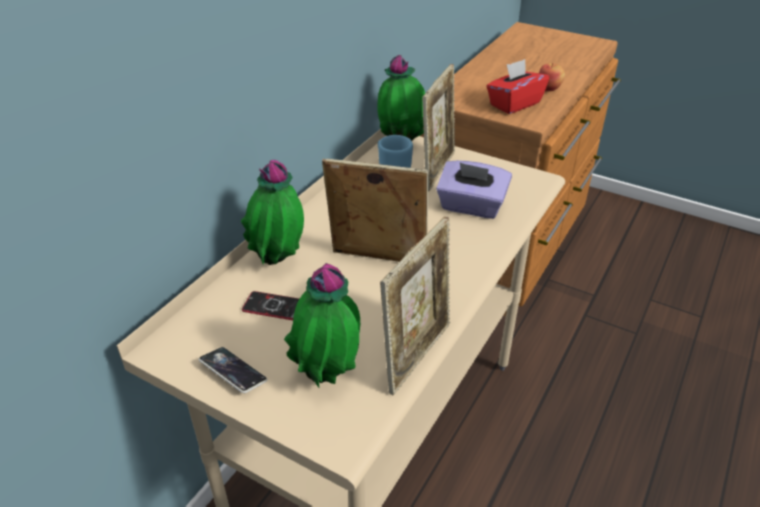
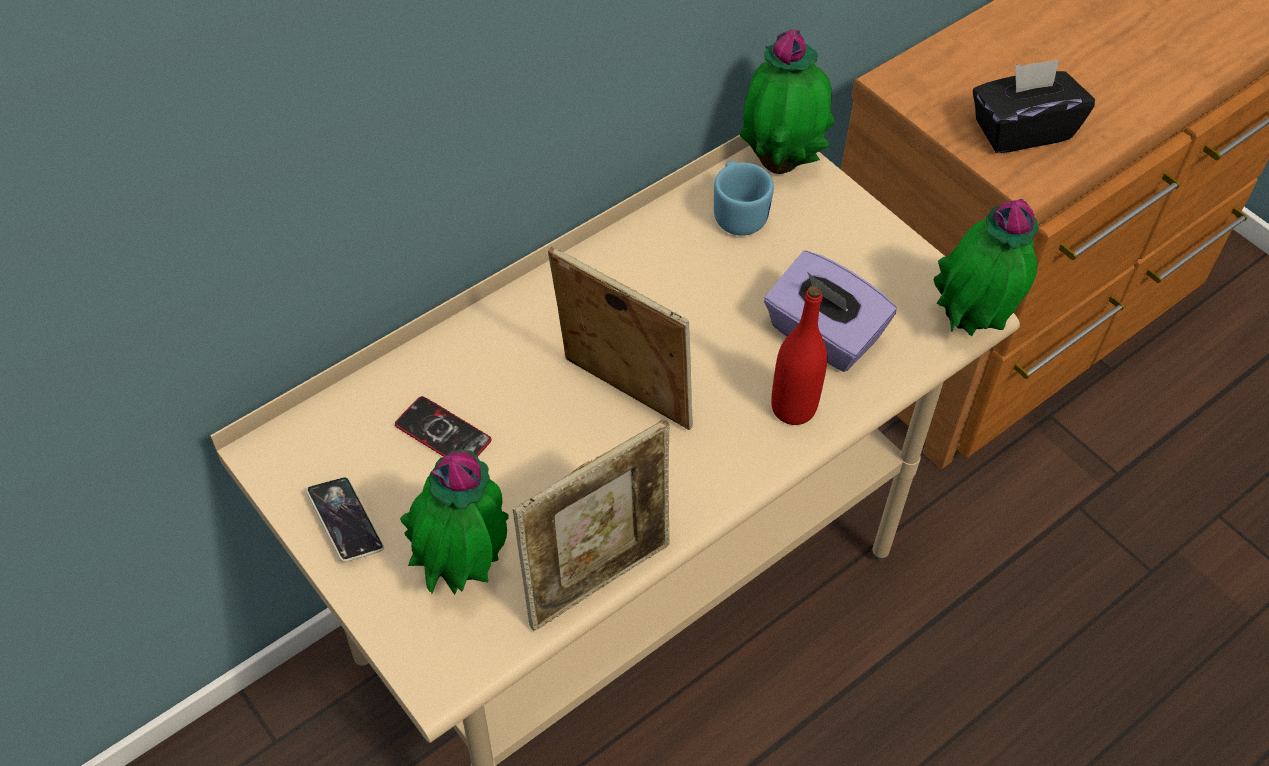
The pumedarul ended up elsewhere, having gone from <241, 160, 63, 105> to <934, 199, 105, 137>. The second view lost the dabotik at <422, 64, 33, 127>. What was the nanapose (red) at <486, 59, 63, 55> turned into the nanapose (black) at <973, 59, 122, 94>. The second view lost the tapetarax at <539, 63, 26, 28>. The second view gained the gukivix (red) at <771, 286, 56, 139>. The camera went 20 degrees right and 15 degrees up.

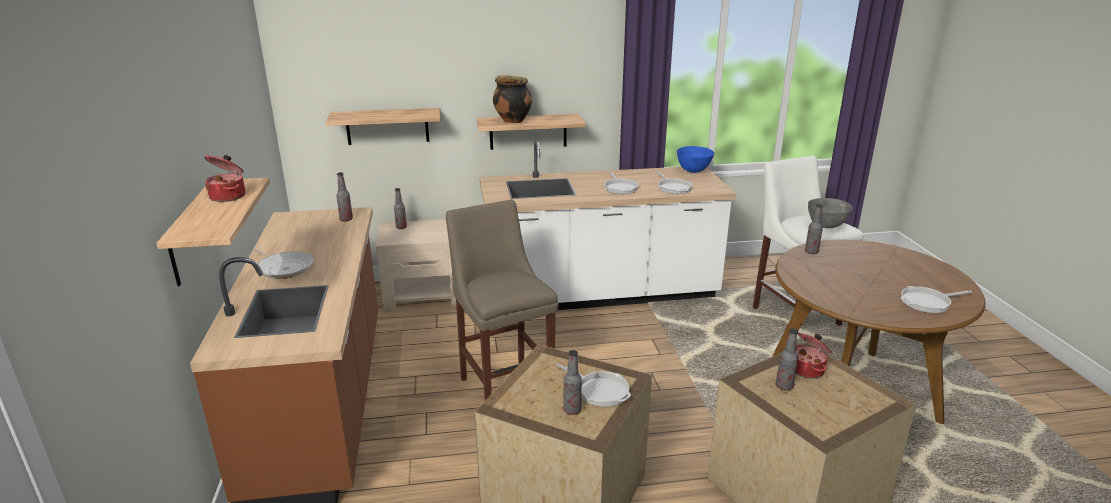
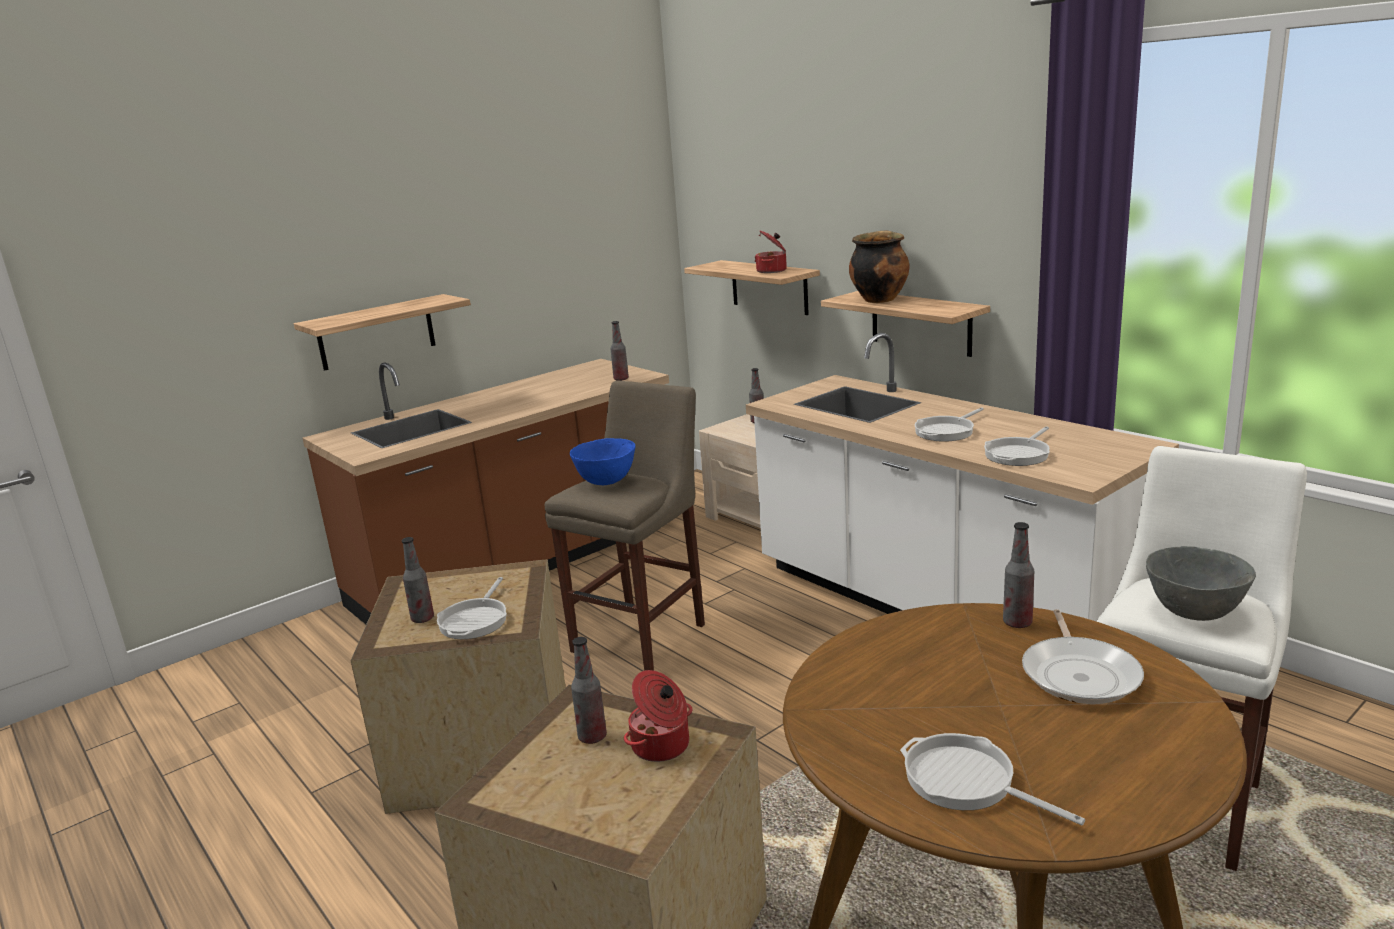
The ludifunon ended up elsewhere, having gone from <204, 155, 41, 47> to <754, 231, 33, 42>. The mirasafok ended up elsewhere, having gone from <254, 249, 60, 30> to <1022, 609, 122, 95>. The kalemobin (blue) ended up elsewhere, having gone from <677, 146, 37, 27> to <570, 438, 66, 47>. The camera went 60 degrees right and 5 degrees down.

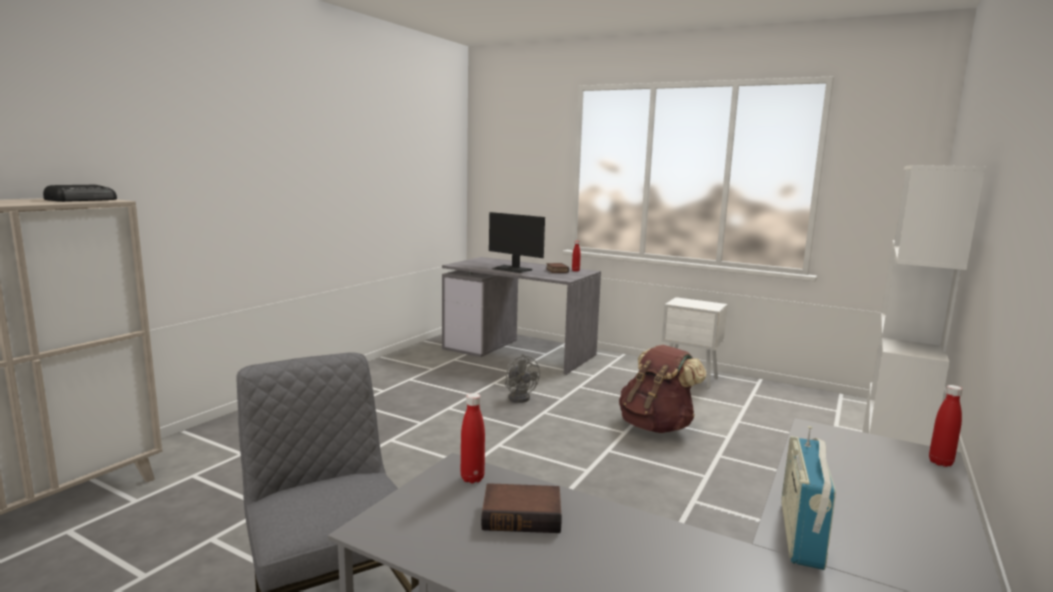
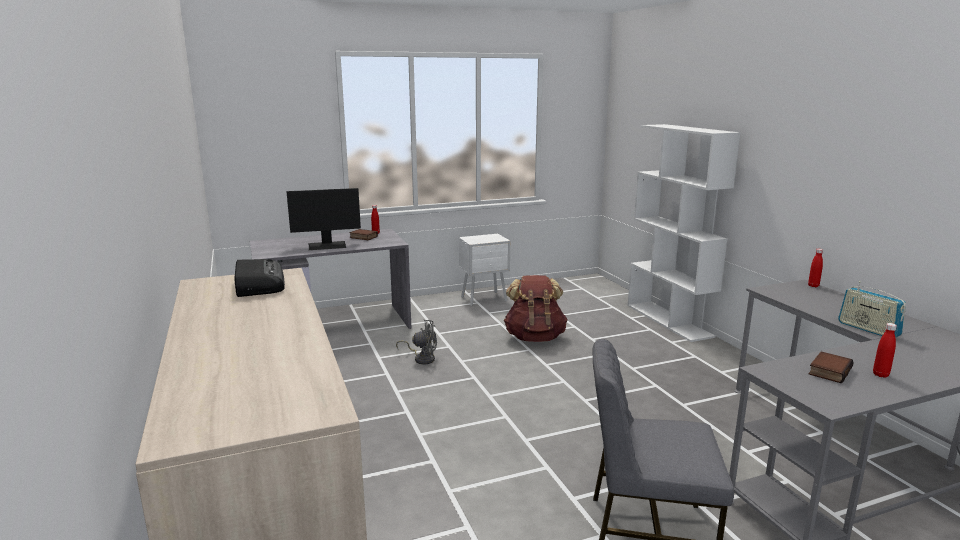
The gukivix (red) ended up elsewhere, having gone from <461, 393, 24, 90> to <873, 323, 24, 55>. The camera went 50 degrees left and 5 degrees up.

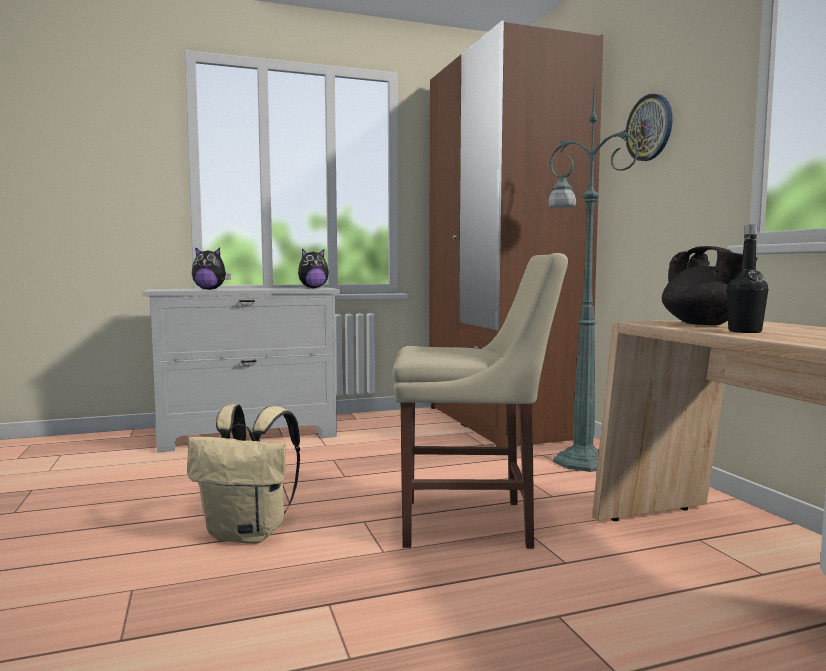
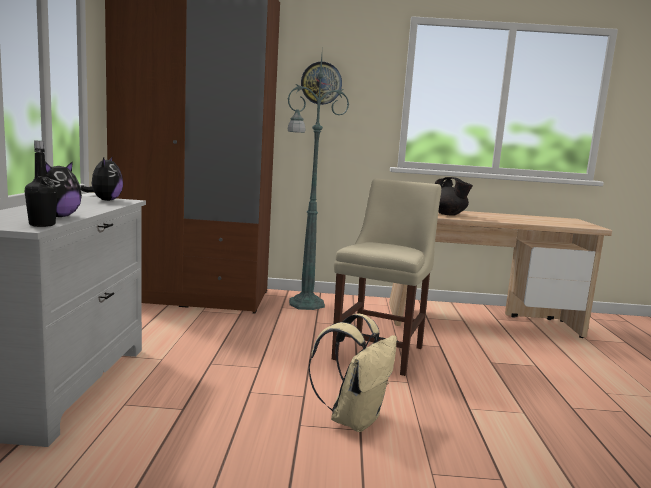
The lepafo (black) at <662, 246, 96, 79> ended up facing another way, 60 degrees clockwise from before. The gukivix (black) ended up elsewhere, having gone from <727, 225, 41, 108> to <24, 141, 33, 86>. The camera went 70 degrees left and 5 degrees up.

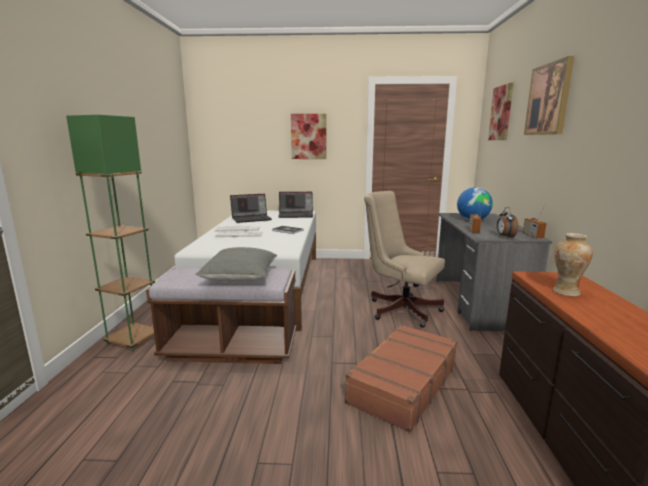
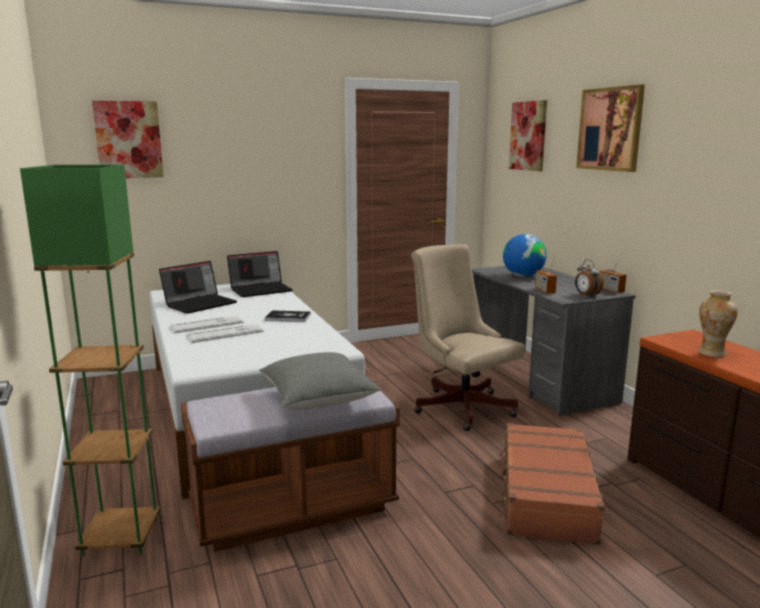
The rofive ended up elsewhere, having gone from <291, 114, 35, 45> to <92, 100, 72, 78>. The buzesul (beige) at <364, 191, 81, 137> ended up facing another way, 45 degrees clockwise from before. The camera went 25 degrees left and 0 degrees up.

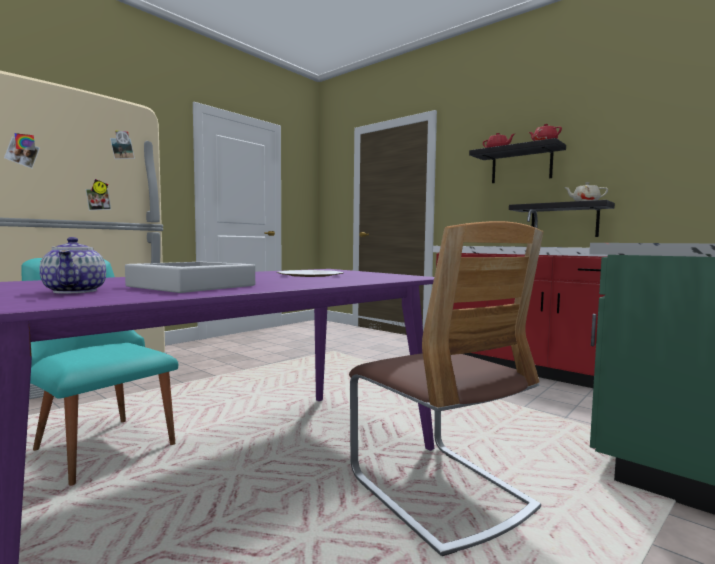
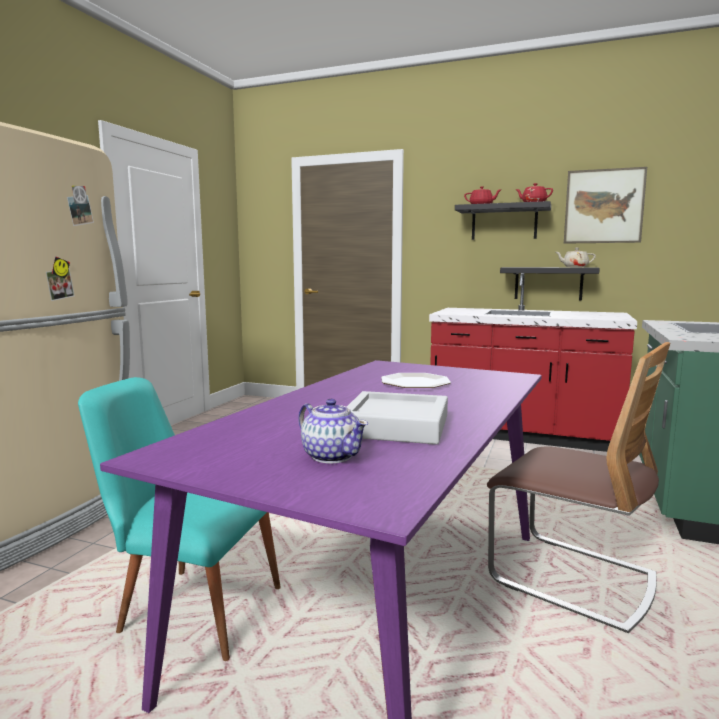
The second view gained the rofive at <564, 167, 83, 77>. The camera went 20 degrees left and 5 degrees up.

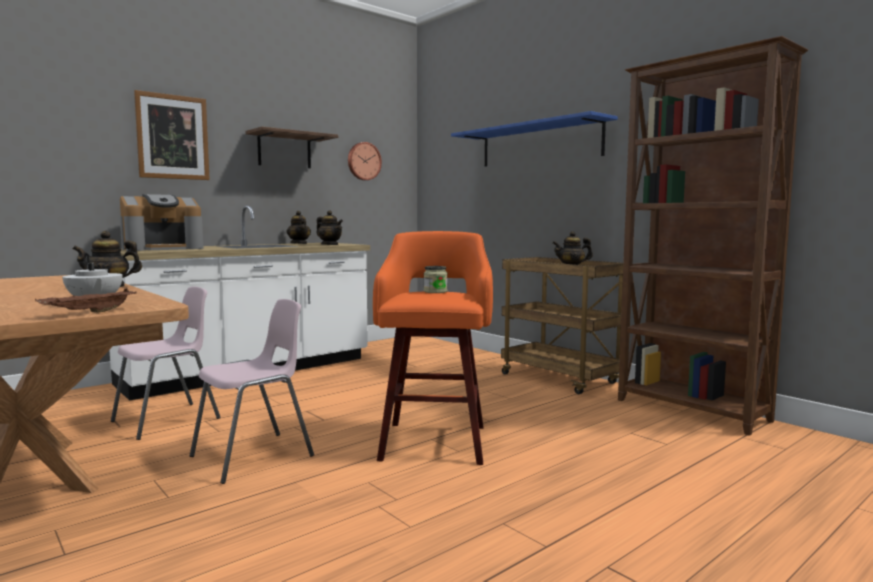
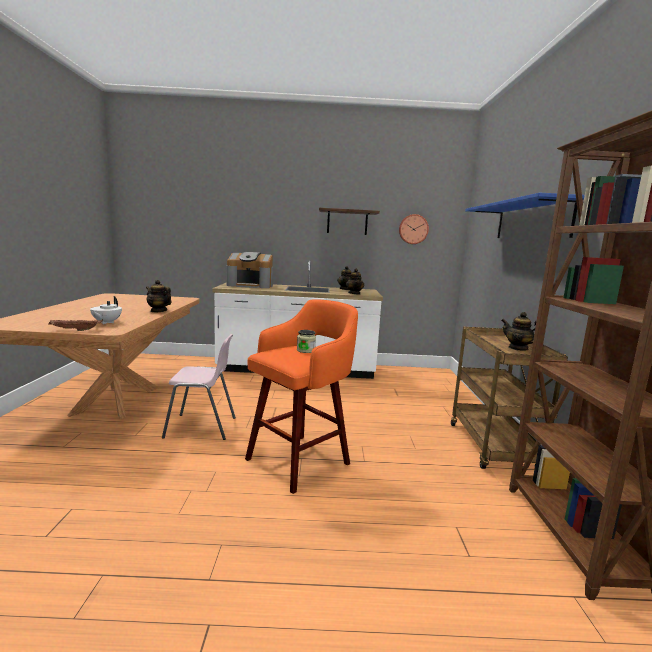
The second view lost the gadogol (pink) at <111, 287, 109, 153>. The second view lost the rofive at <134, 90, 76, 90>. The camera went 40 degrees right and 5 degrees up.

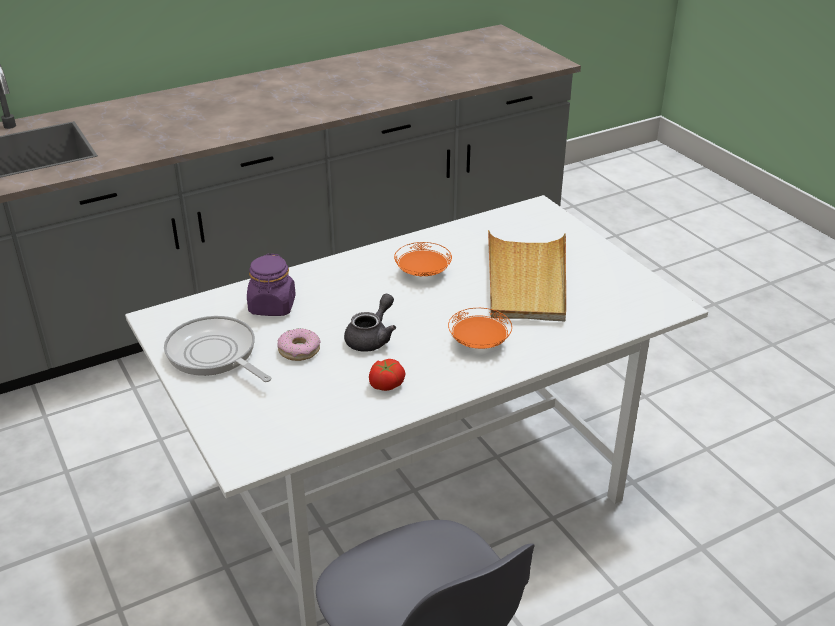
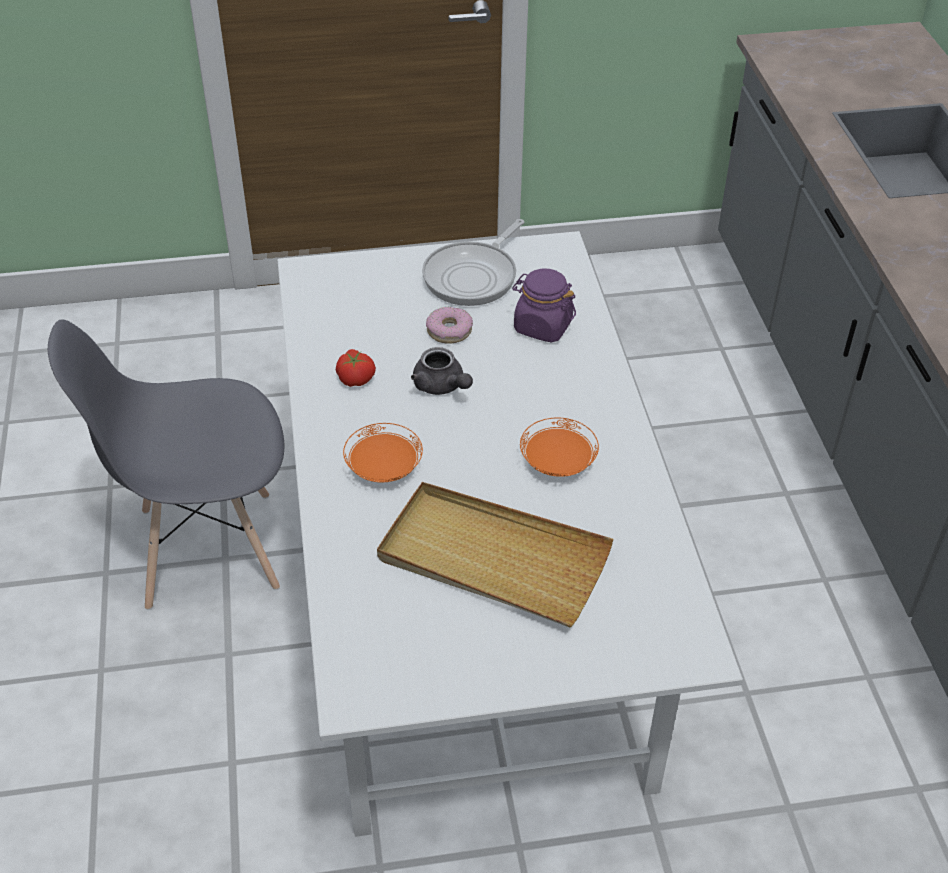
The mirasafok at <164, 316, 108, 66> ended up facing another way, 150 degrees clockwise from before. The camera went 110 degrees right and 10 degrees up.

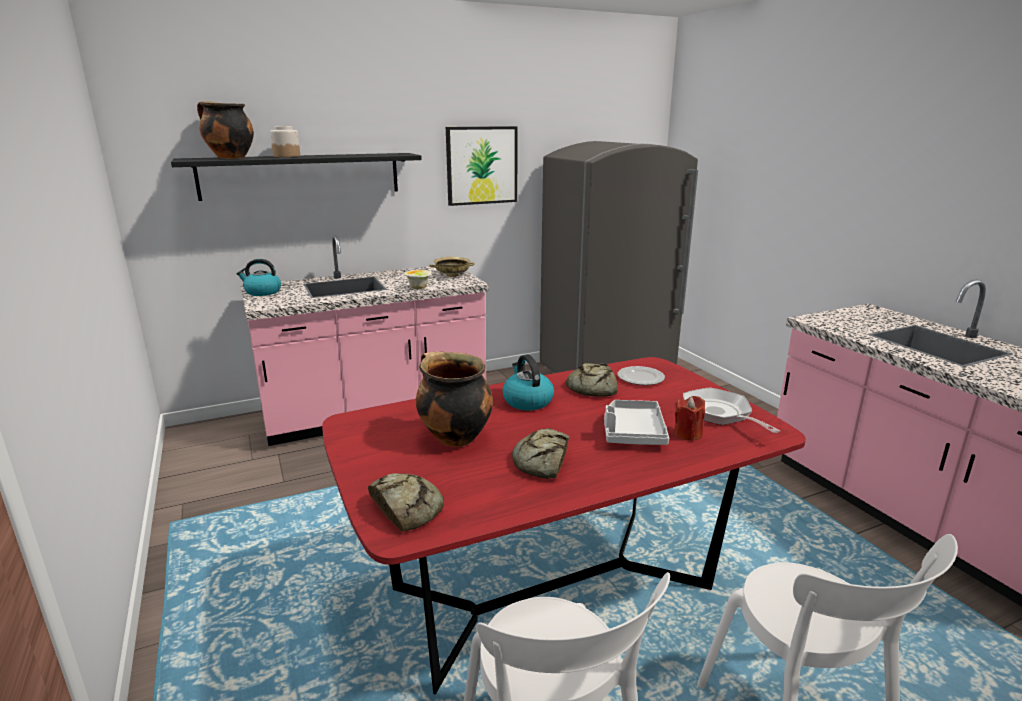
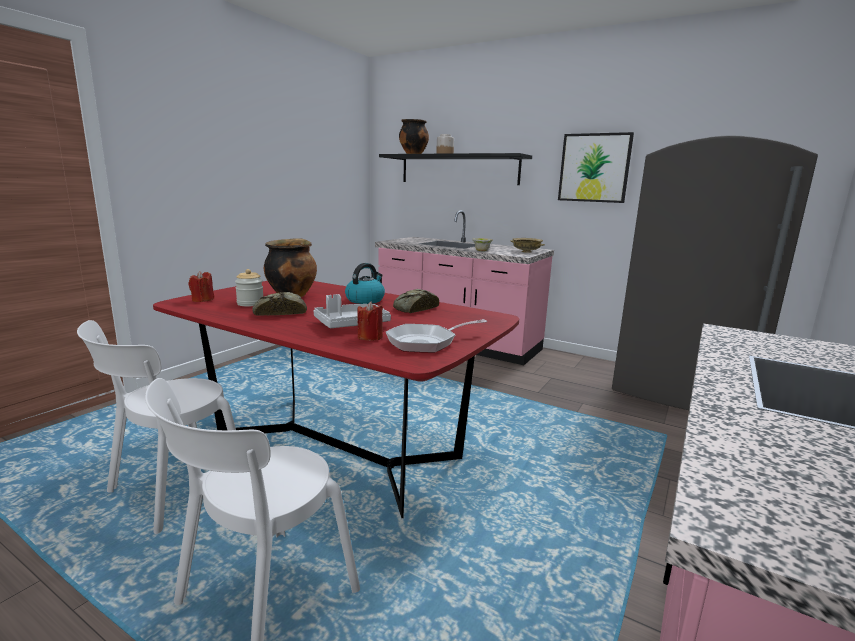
The second view lost the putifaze at <236, 259, 45, 37>. Where the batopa stood at <368, 473, 76, 59>, the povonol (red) came to stand at <189, 271, 25, 31>. The second view lost the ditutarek at <617, 366, 48, 19>. The mirasafok at <683, 387, 97, 46> ended up facing another way, 150 degrees counterclockwise from before. The second view gained the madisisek at <235, 269, 28, 37>. The camera went 55 degrees right and 5 degrees down.

